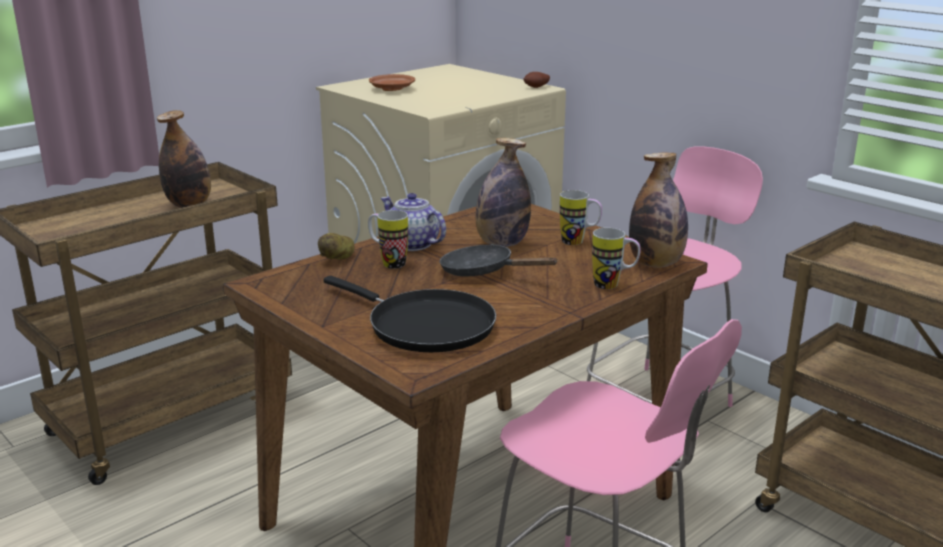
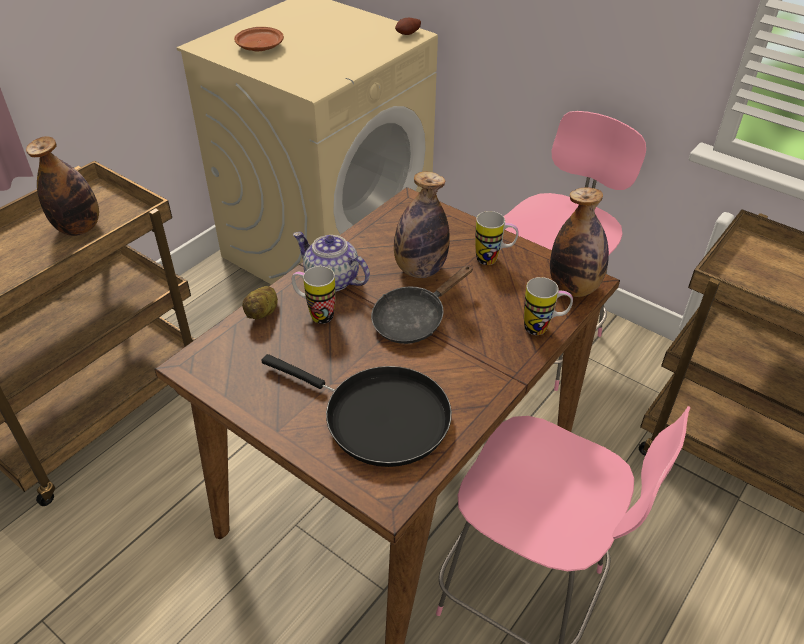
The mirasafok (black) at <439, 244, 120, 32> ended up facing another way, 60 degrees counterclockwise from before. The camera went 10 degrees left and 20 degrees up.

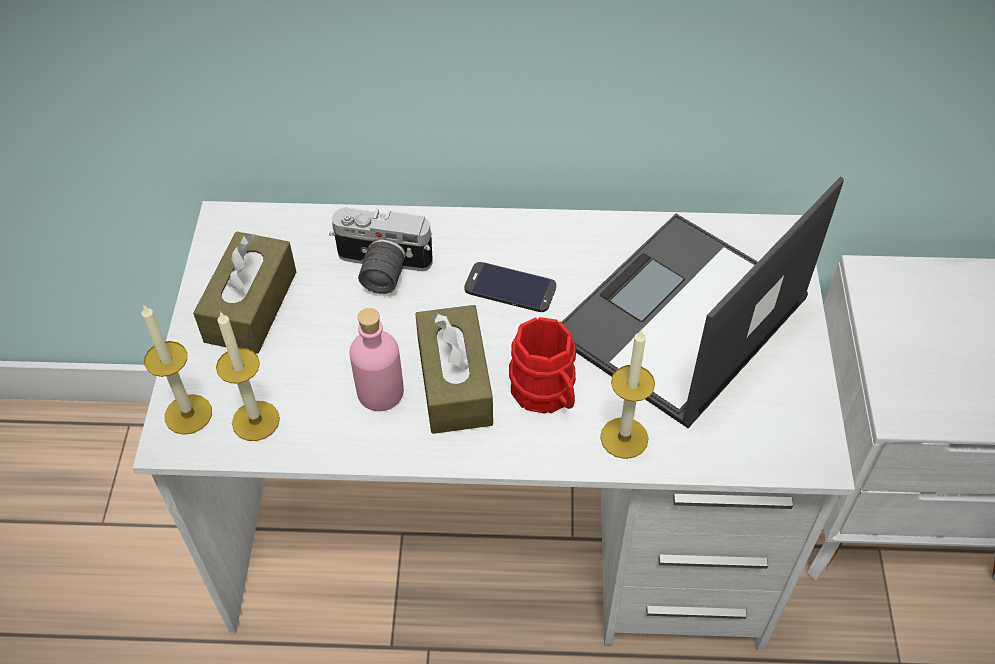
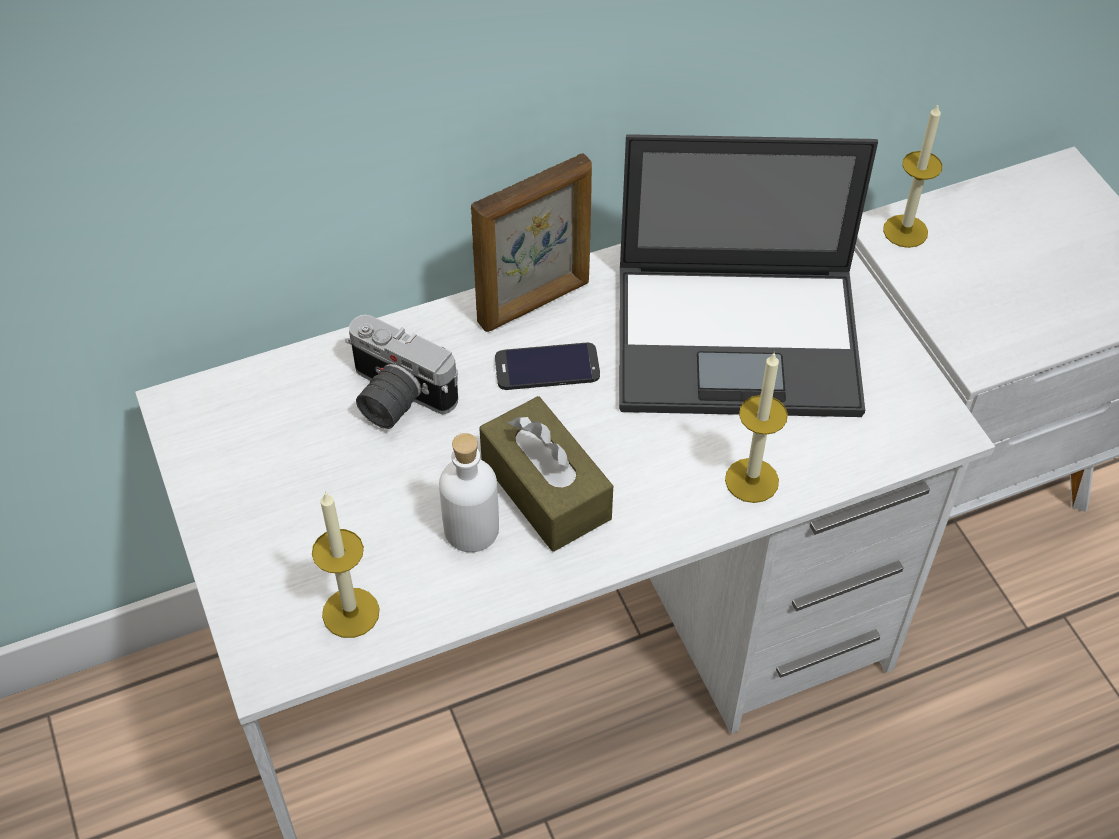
The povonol ended up elsewhere, having gone from <142, 305, 70, 130> to <883, 103, 59, 145>. The second view lost the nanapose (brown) at <193, 232, 103, 122>. The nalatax at <329, 208, 104, 86> ended up facing another way, 45 degrees clockwise from before. What was the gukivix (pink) at <349, 308, 55, 103> turned into the gukivix (white) at <439, 433, 60, 119>. The second view lost the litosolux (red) at <509, 317, 67, 97>. The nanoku at <562, 176, 282, 252> ended up facing another way, 105 degrees counterclockwise from before. The second view gained the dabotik at <471, 153, 121, 179>. The camera went 25 degrees left and 0 degrees up.

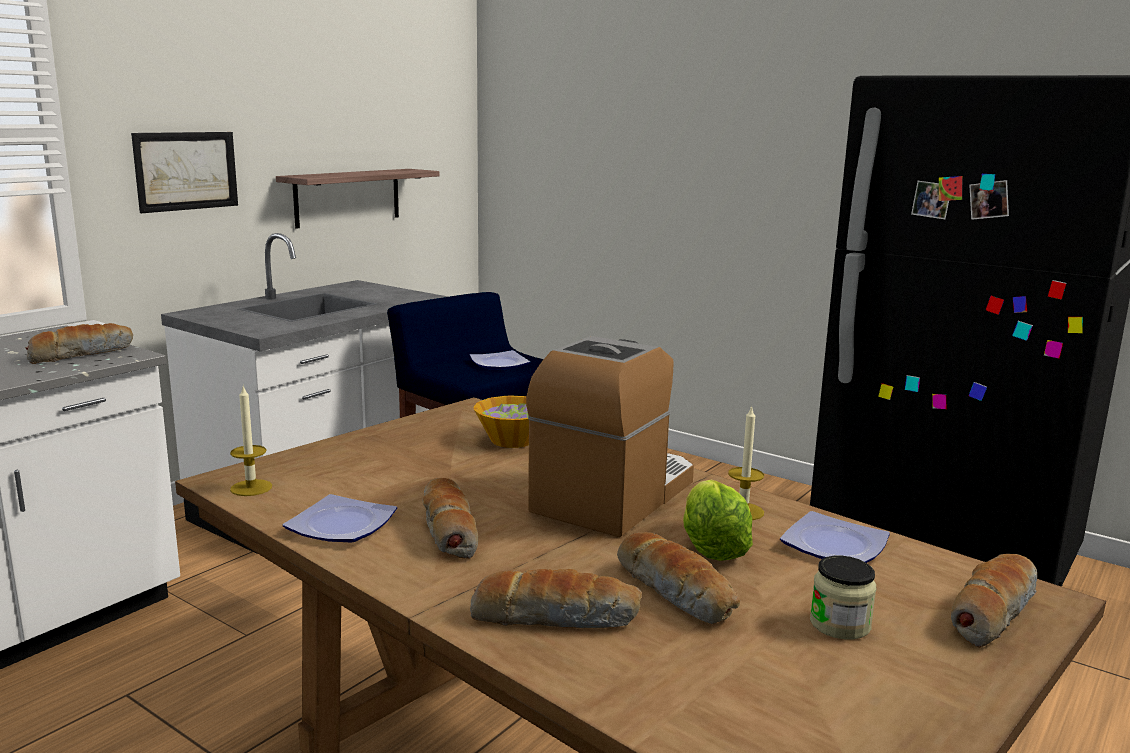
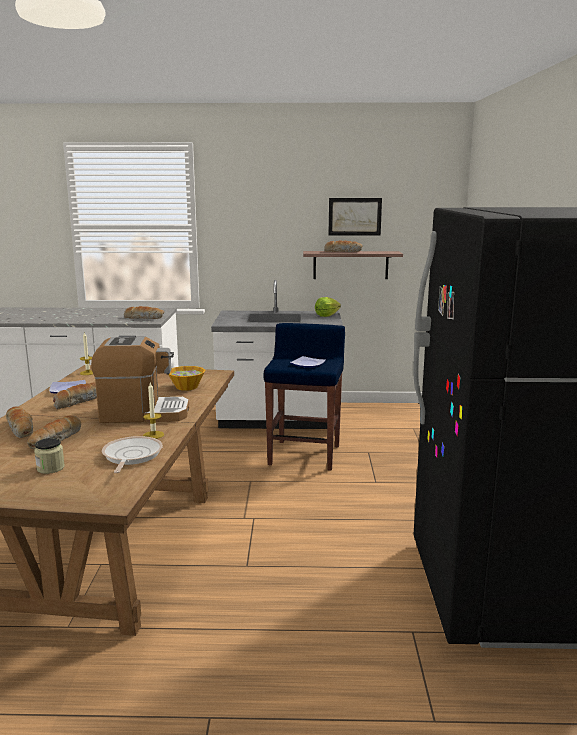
The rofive ended up elsewhere, having gone from <131, 132, 107, 81> to <328, 198, 54, 37>. The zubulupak ended up elsewhere, having gone from <683, 479, 70, 82> to <315, 297, 26, 20>. Where the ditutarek stood at <780, 511, 110, 52>, the mirasafok came to stand at <102, 436, 61, 37>. The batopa ended up elsewhere, having gone from <951, 554, 86, 94> to <324, 240, 39, 12>. The camera went 55 degrees right and 0 degrees up.

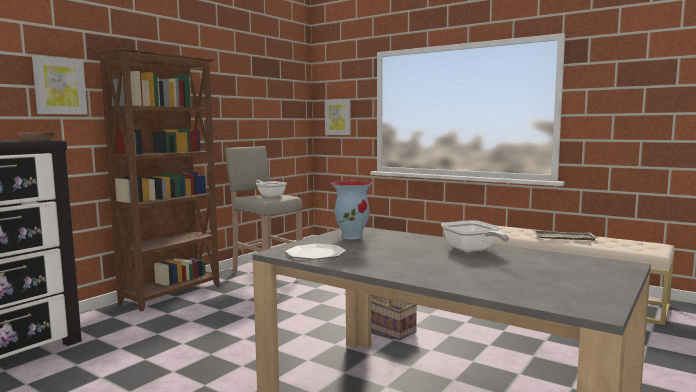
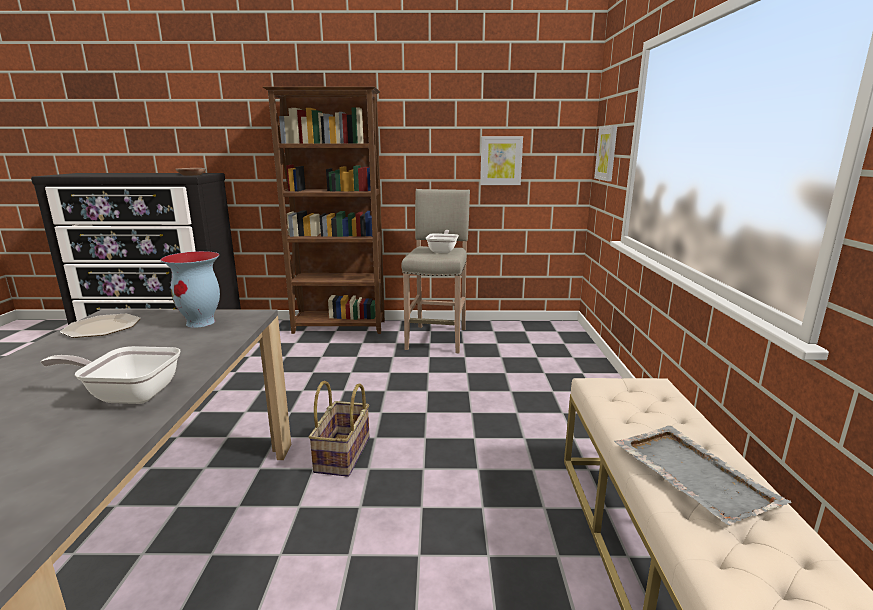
The rofive ended up elsewhere, having gone from <32, 56, 55, 59> to <480, 136, 43, 49>. The mirasafok at <441, 220, 69, 32> ended up facing another way, 60 degrees clockwise from before. The camera went 55 degrees right and 10 degrees up.

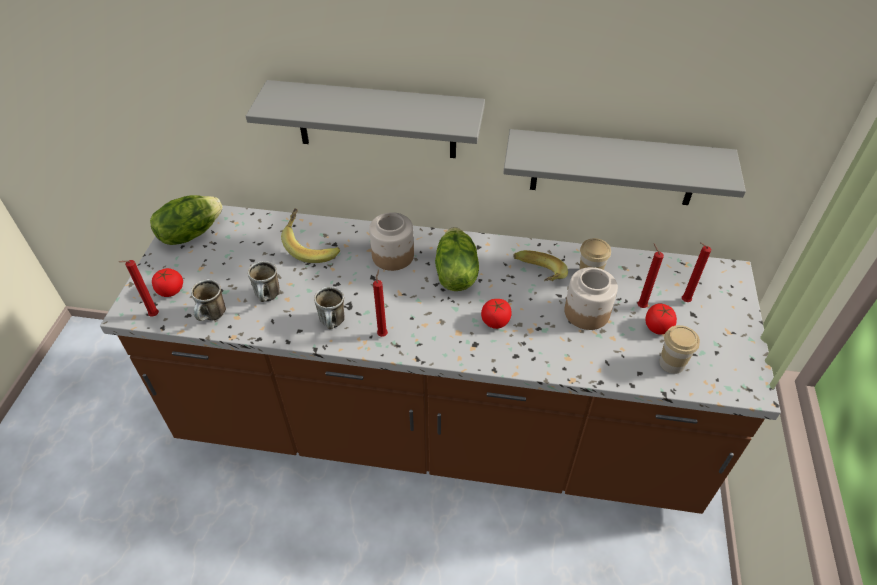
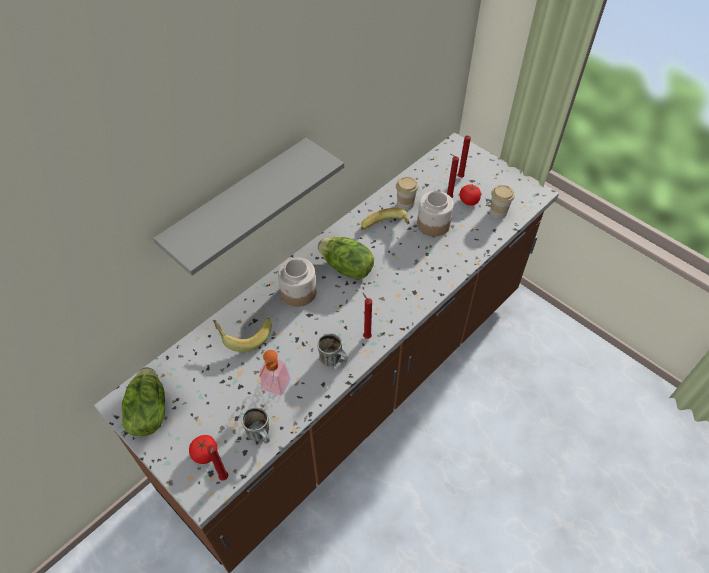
Where the litosolux stood at <248, 261, 32, 41>, the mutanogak came to stand at <259, 350, 32, 46>. The second view lost the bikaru at <481, 299, 31, 30>. The second view lost the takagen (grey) at <503, 129, 243, 76>. The camera went 55 degrees left and 5 degrees up.

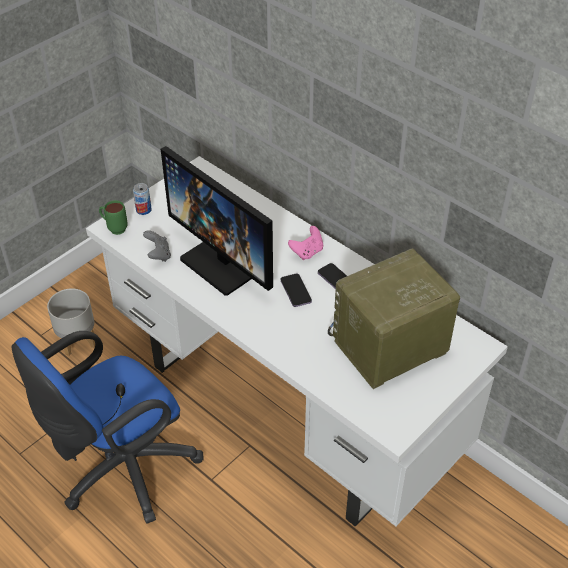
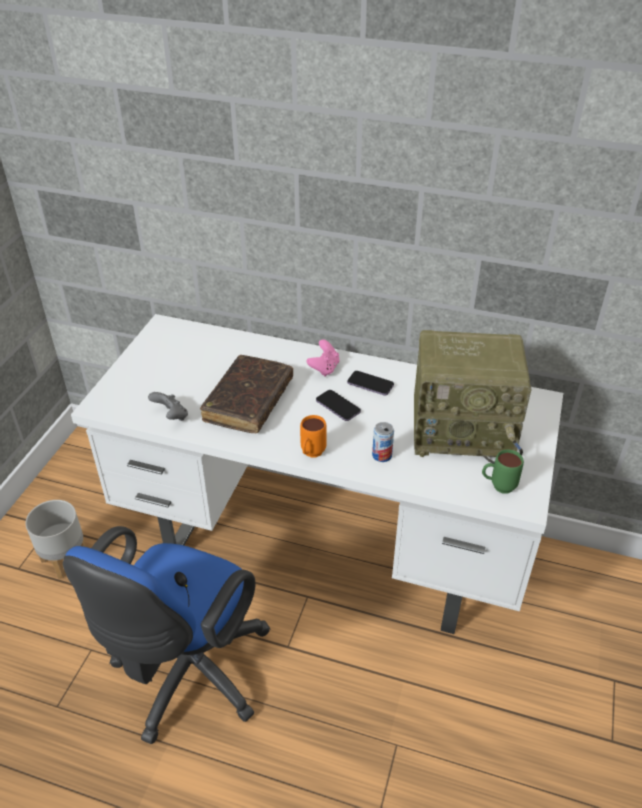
The litosolux (green) ended up elsewhere, having gone from <99, 200, 29, 35> to <482, 449, 42, 45>. The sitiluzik ended up elsewhere, having gone from <133, 183, 19, 32> to <372, 422, 22, 40>. Where the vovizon stood at <161, 146, 112, 149>, the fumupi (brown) came to stand at <200, 355, 93, 79>. The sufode at <328, 248, 132, 141> ended up facing another way, 120 degrees counterclockwise from before. The second view gained the litosolux (orange) at <300, 415, 27, 42>. The camera went 25 degrees left and 5 degrees down.

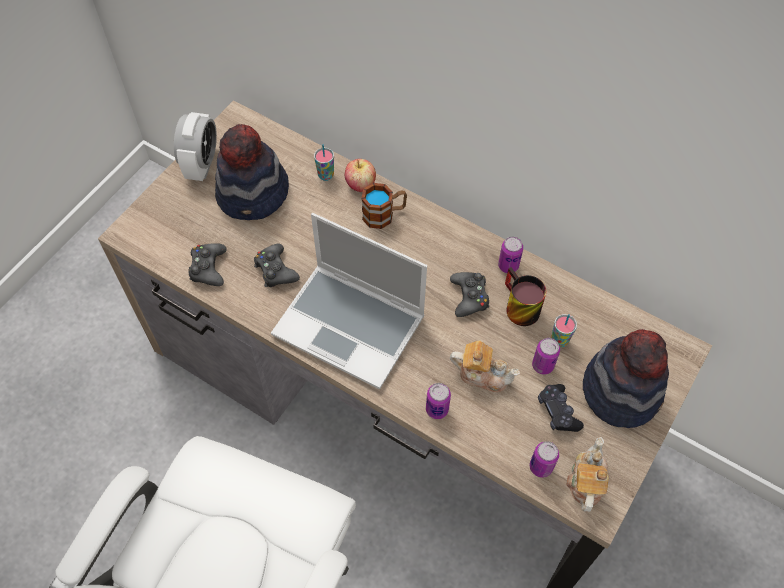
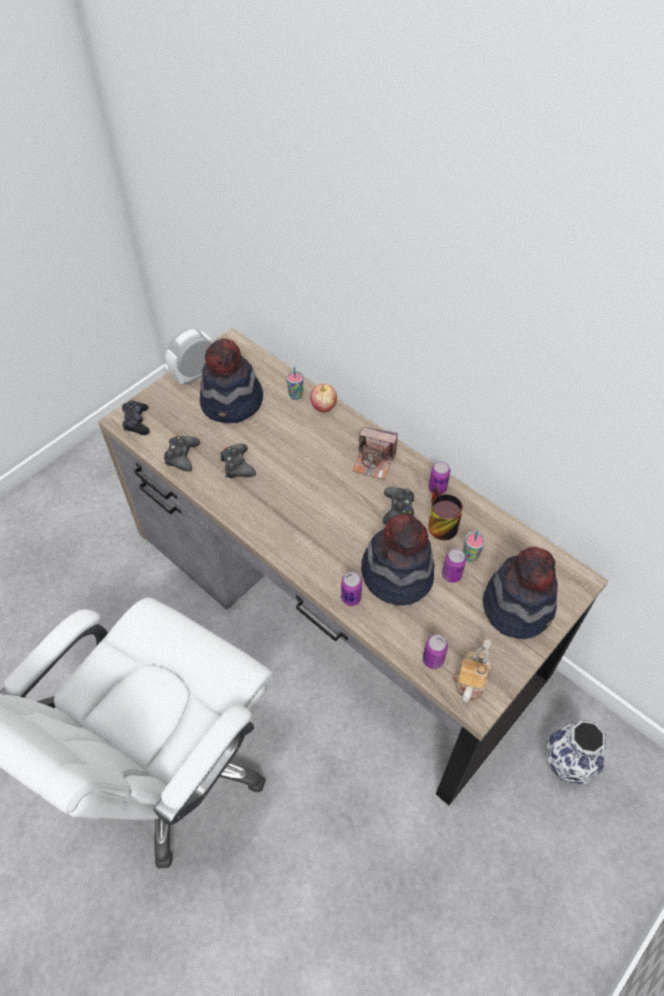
The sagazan at <174, 112, 43, 69> ended up facing another way, 150 degrees counterclockwise from before. The second view lost the nanoku at <271, 213, 156, 177>. The second view lost the litosolux at <361, 183, 46, 46>. Where the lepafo stood at <450, 341, 70, 51>, the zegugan came to stand at <361, 514, 73, 92>. The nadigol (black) ended up elsewhere, having gone from <538, 384, 46, 48> to <122, 400, 28, 35>. The second view gained the nalatax at <353, 427, 45, 53>. The second view gained the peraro at <546, 720, 60, 65>. The camera went 10 degrees right and 5 degrees down.

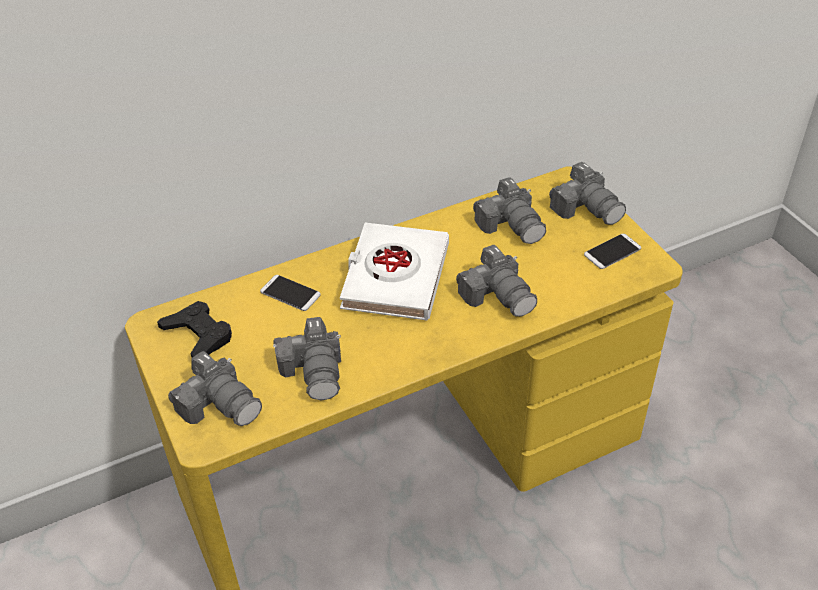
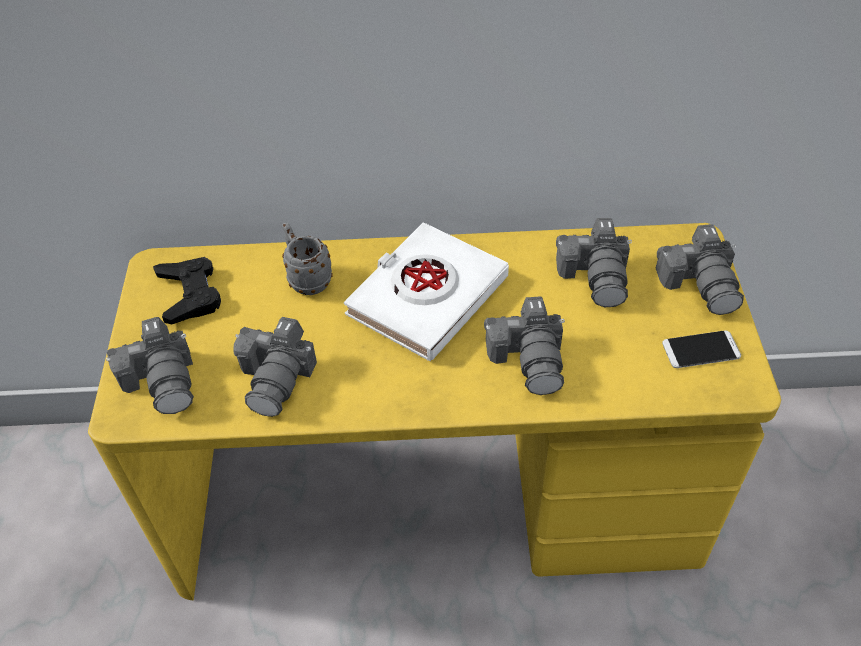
Where the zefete stood at <260, 275, 61, 36>, the litosolux (grey) came to stand at <282, 222, 51, 73>. The camera went 25 degrees right and 5 degrees up.

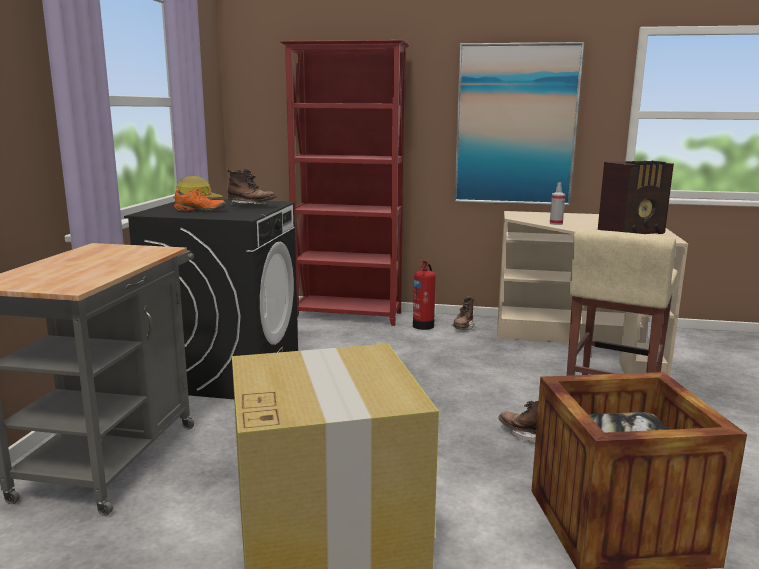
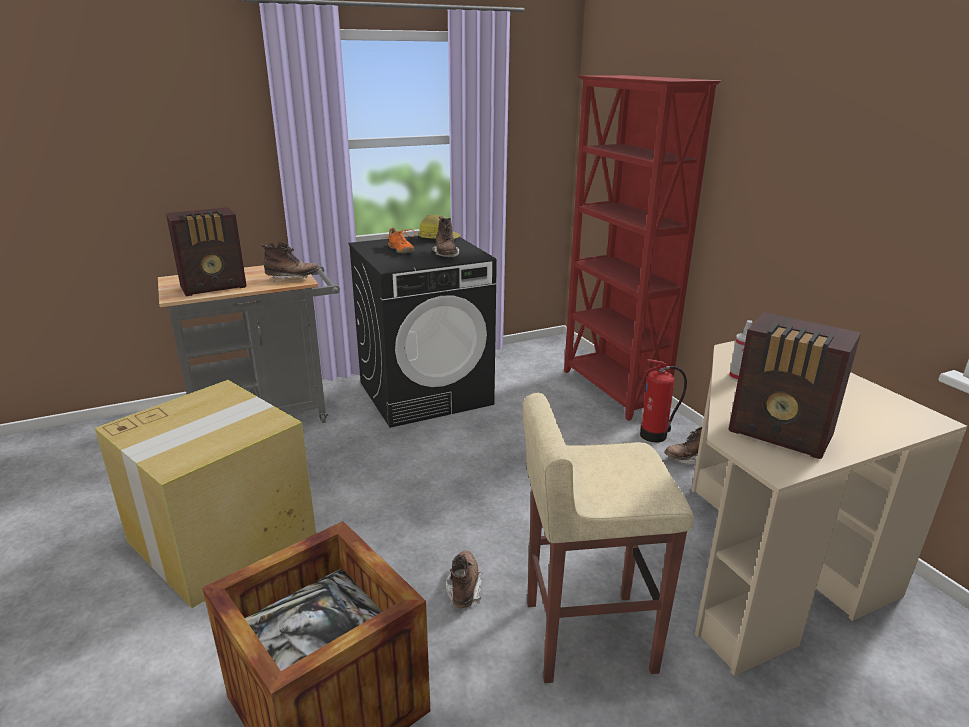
The second view lost the rofive at <454, 42, 130, 164>. The second view gained the sufode at <166, 207, 81, 89>. The second view gained the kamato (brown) at <261, 242, 59, 39>. The camera went 55 degrees right and 10 degrees up.

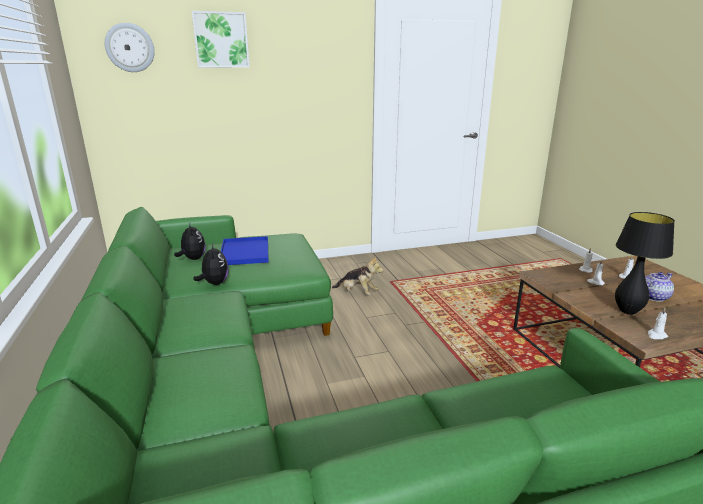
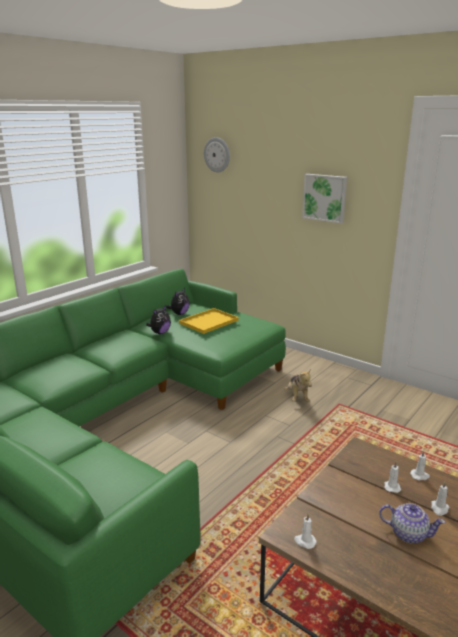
The rofive ended up elsewhere, having gone from <192, 11, 58, 57> to <302, 174, 45, 49>. What was the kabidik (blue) at <221, 236, 48, 29> turned into the kabidik (yellow) at <179, 308, 60, 26>. The second view lost the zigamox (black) at <615, 212, 60, 103>. The camera went 55 degrees right and 0 degrees up.

